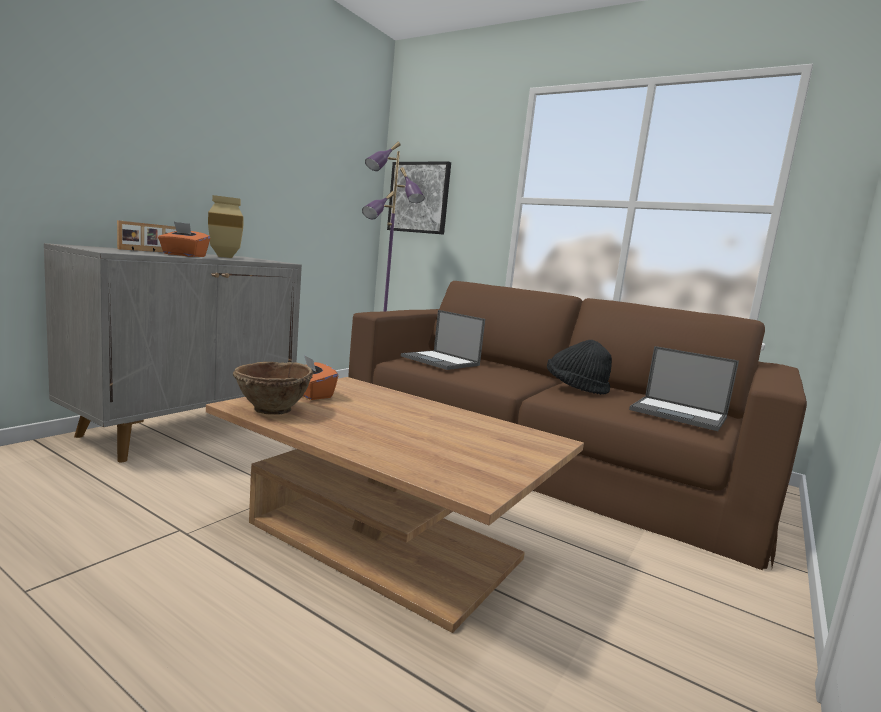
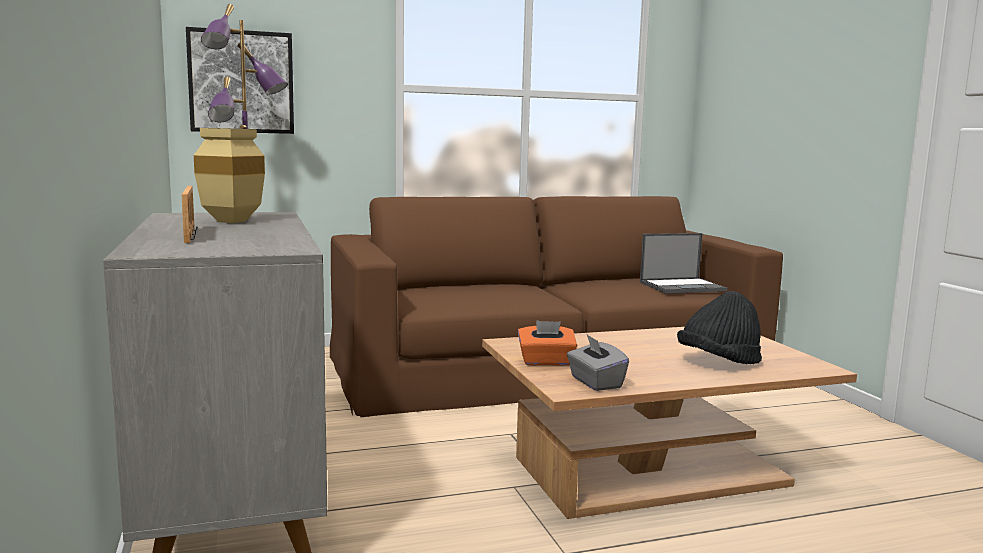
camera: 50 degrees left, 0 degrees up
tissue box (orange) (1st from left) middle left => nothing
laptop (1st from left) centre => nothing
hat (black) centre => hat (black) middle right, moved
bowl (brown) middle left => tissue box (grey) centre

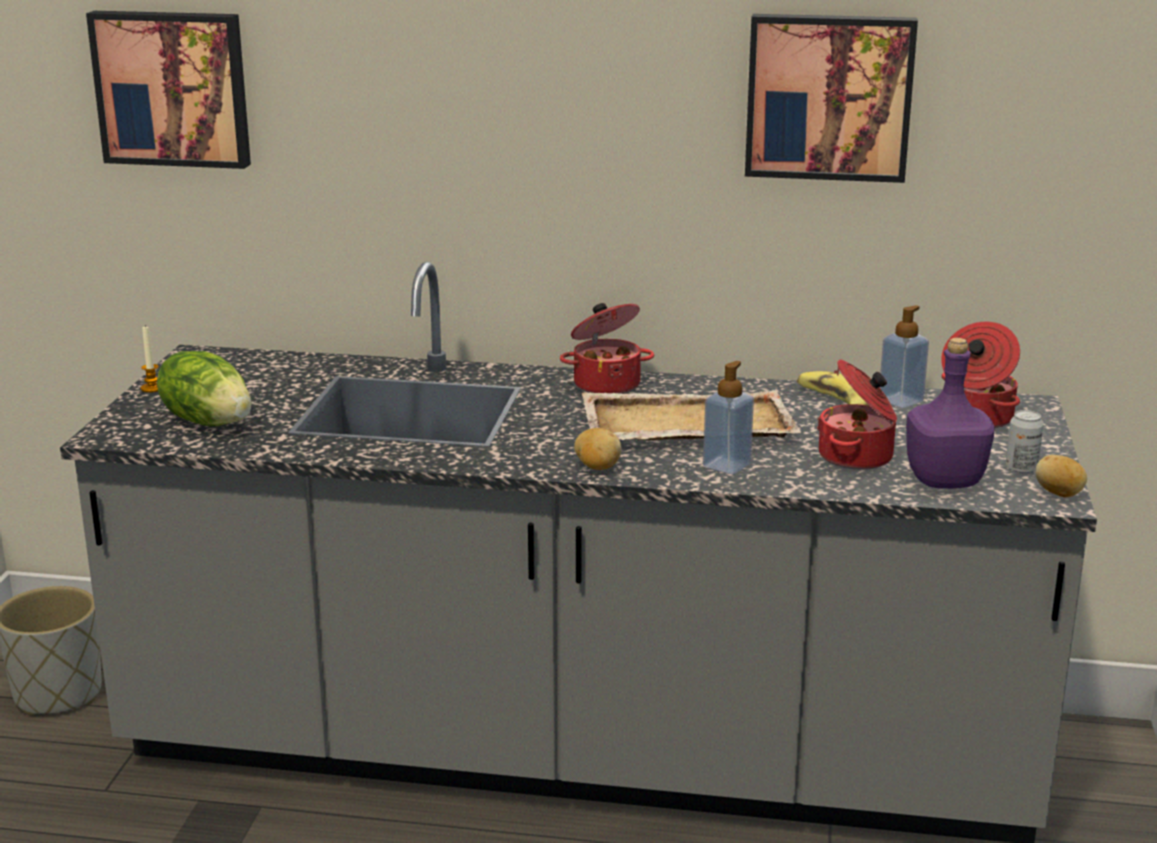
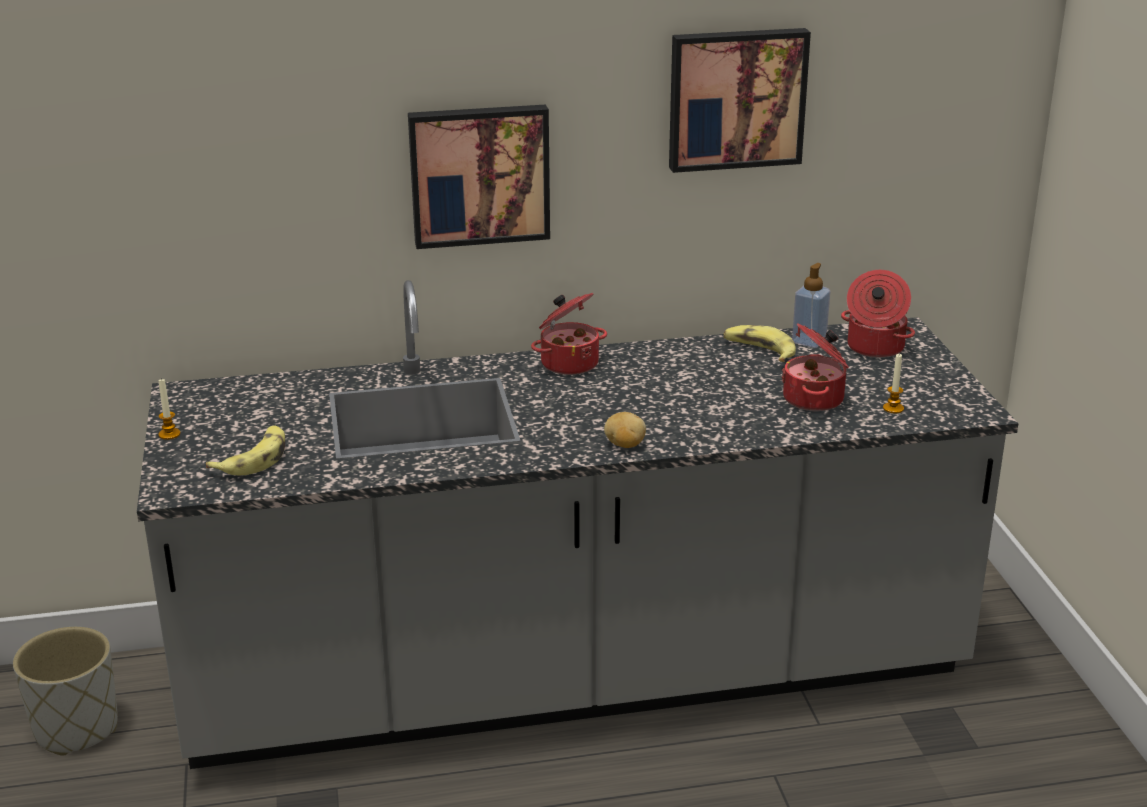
camera: 20 degrees left, 5 degrees up
tray (beige) centre => nothing
soap dispenser (1st from left) centre => nothing
can middle right => nothing
potato (2nd from left) middle right => nothing
picture (1st from left) top left => picture (1st from left) top centre, moved
lettuce middle left => banana (1st from left) middle left
bottle (purple) middle right => candle (2nd from left) middle right

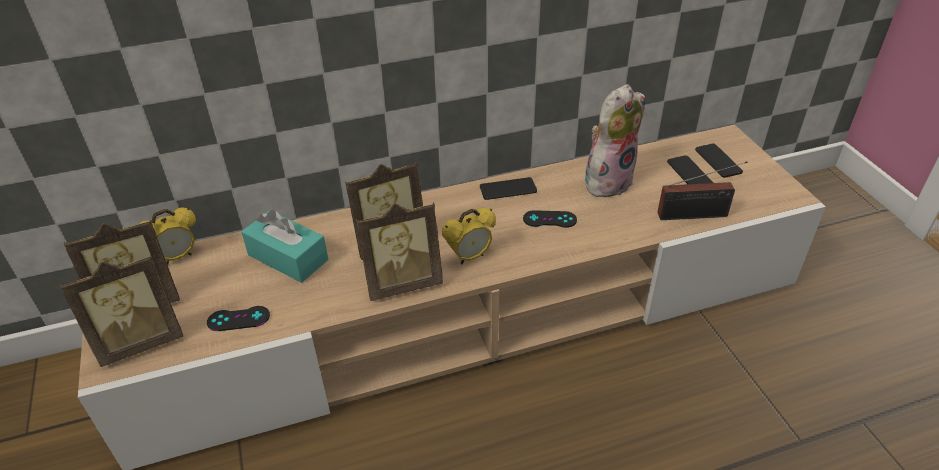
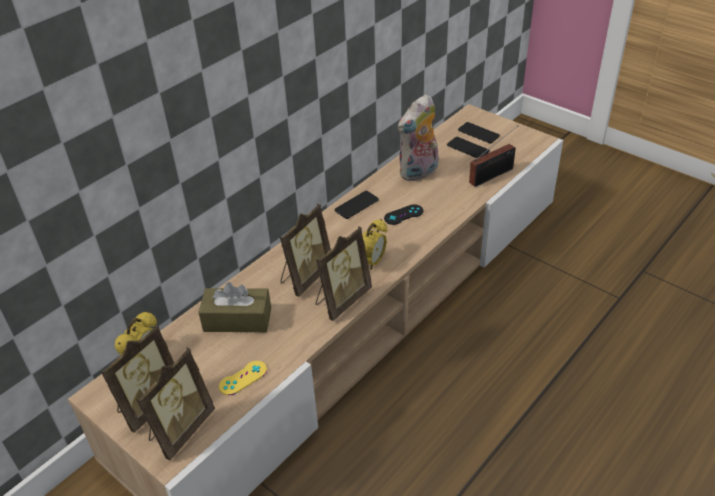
camera: 30 degrees left, 0 degrees up
game controller (black) (1st from left) bottom left => game controller (yellow) bottom centre
tissue box (turquoise) middle left => tissue box (brown) middle left
plush toy top centre, 150 degrees counterclockwise

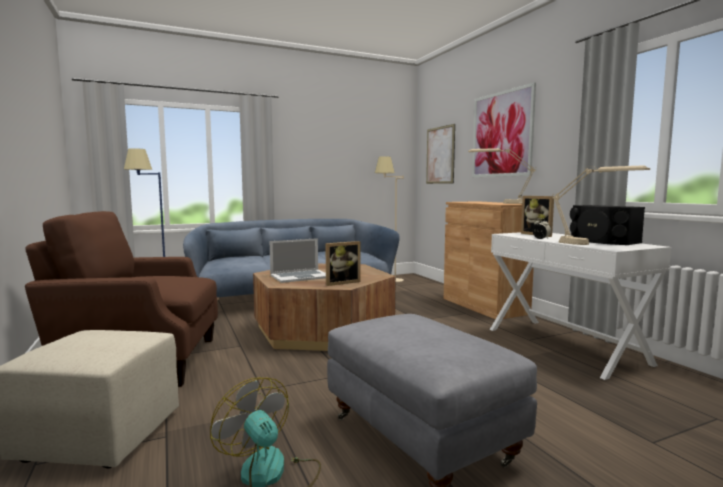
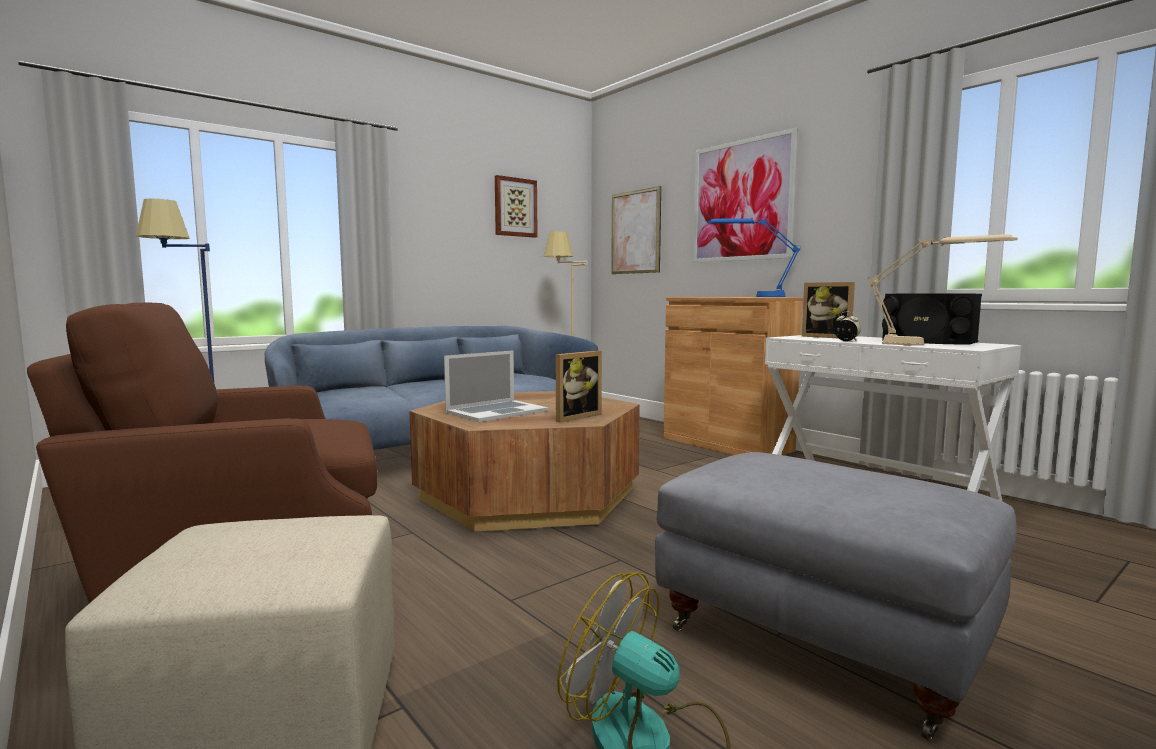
camera: 15 degrees left, 0 degrees up
nothing => picture (1st from left) top centre
table lamp (beige) (1st from left) middle right => table lamp (blue) centre

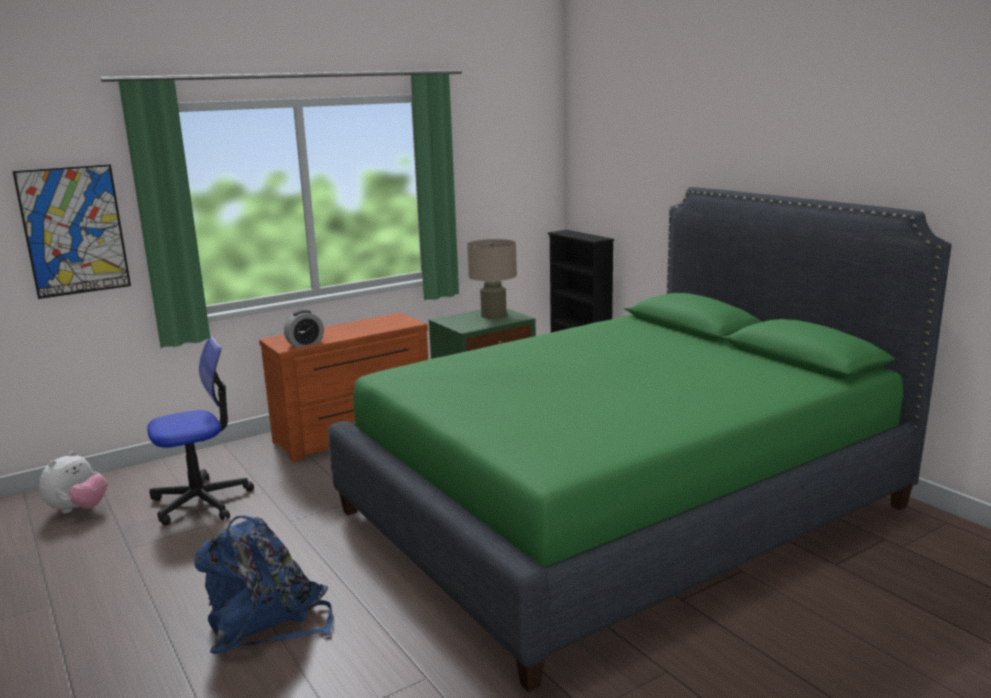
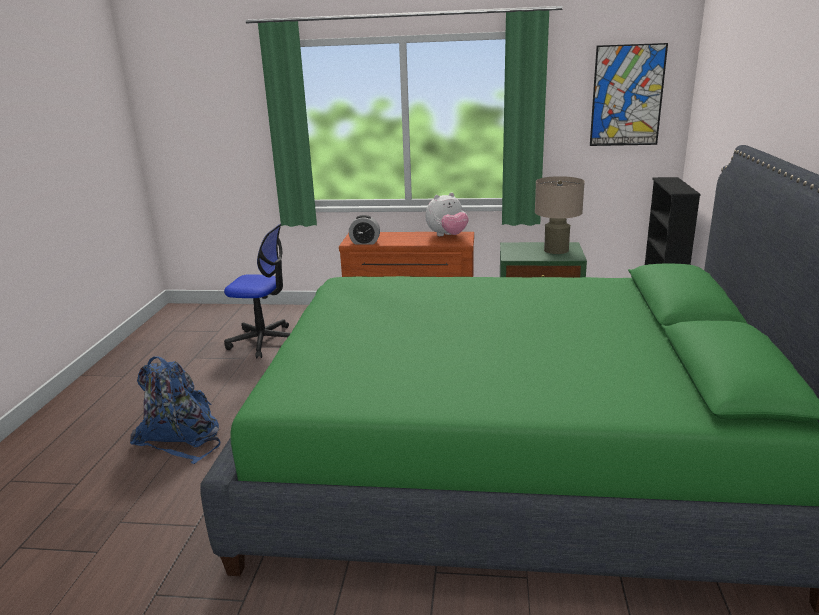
camera: 40 degrees right, 5 degrees up
picture top left => picture top right, moved
plush toy bottom left => plush toy centre, moved

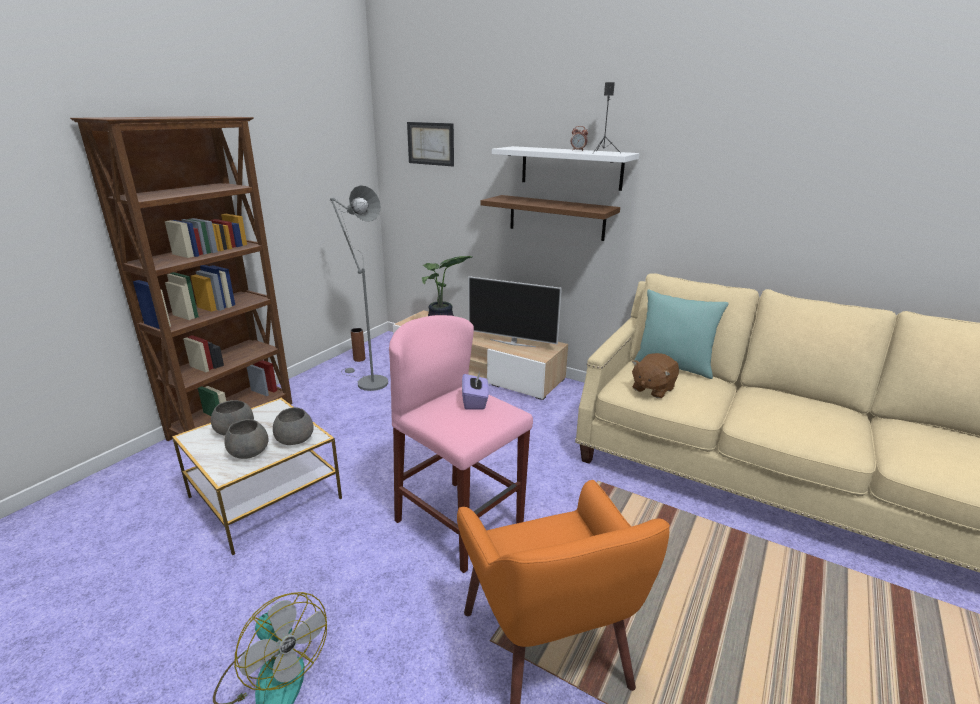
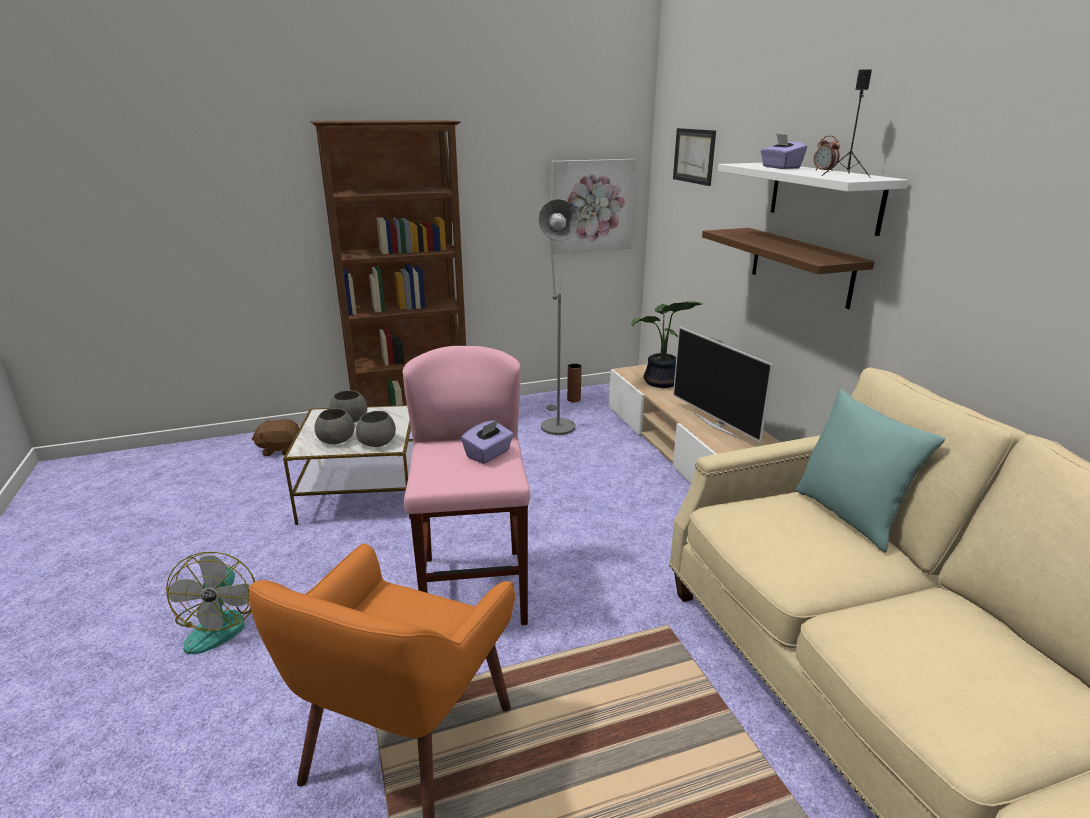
camera: 40 degrees right, 0 degrees up
nothing => picture (1st from left) top centre
nothing => tissue box (purple) (2nd from left) top right
plush toy (brown) middle right => plush toy (brown) middle left, moved

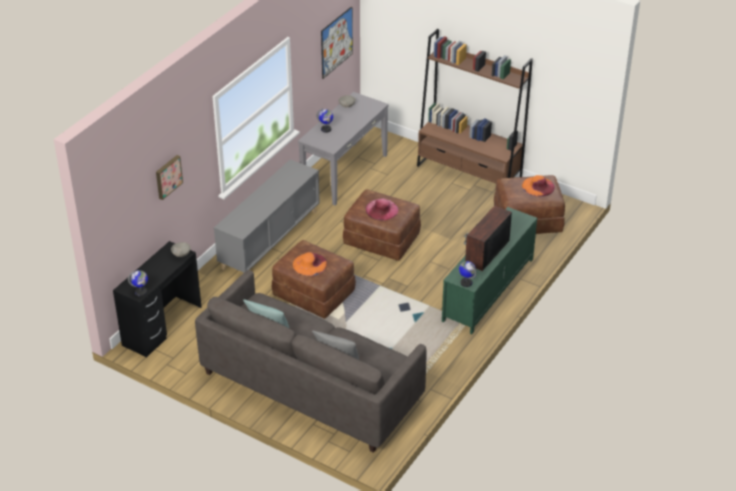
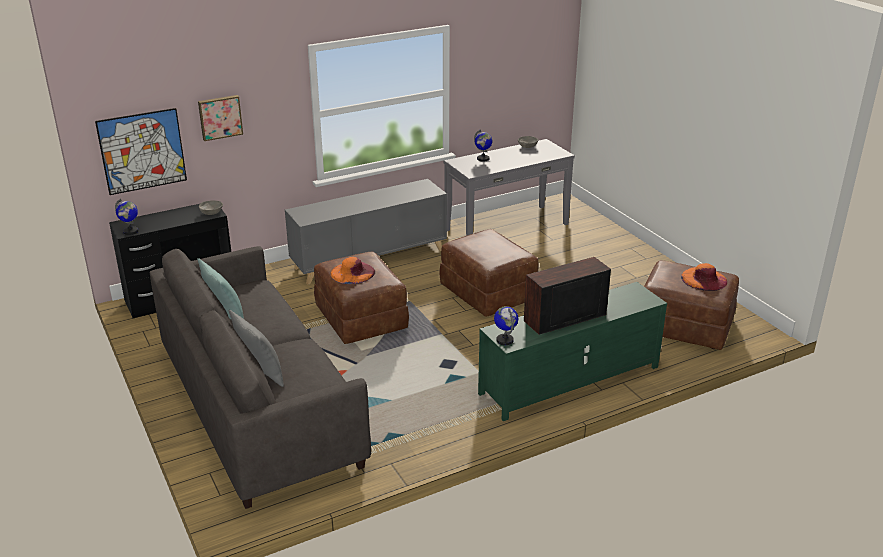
camera: 30 degrees right, 10 degrees down
hat (pink) centre => nothing
bookcase (brown) top centre => nothing
picture (2nd from left in the first image) top centre => picture (1st from left) top left, moved

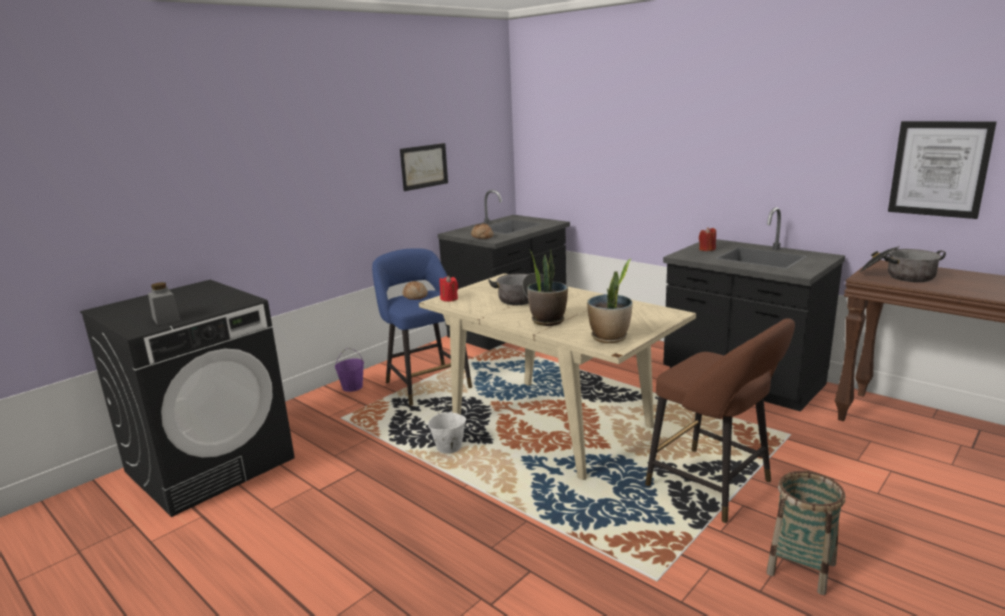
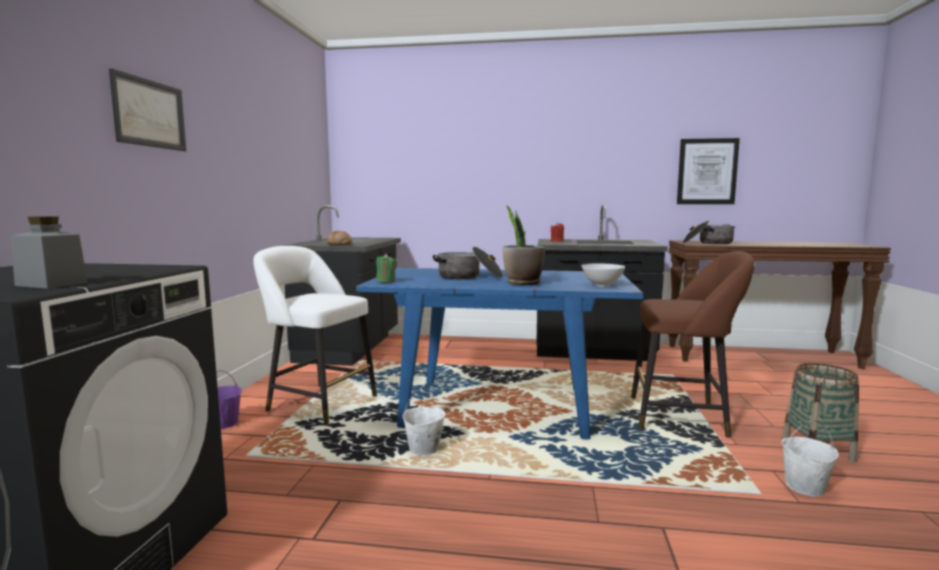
camera: 35 degrees left, 10 degrees down
bread (1st from left) centre => nothing
nothing => bucket (white) (2nd from left) bottom right
picture (1st from left) top centre => picture (1st from left) top left, moved
potted plant (2nd from left) centre => bowl (white) centre
stool (blue) centre => stool (white) centre
dining table (beige) centre => dining table (blue) centre
candle (red) (1st from left) centre => candle (green) centre

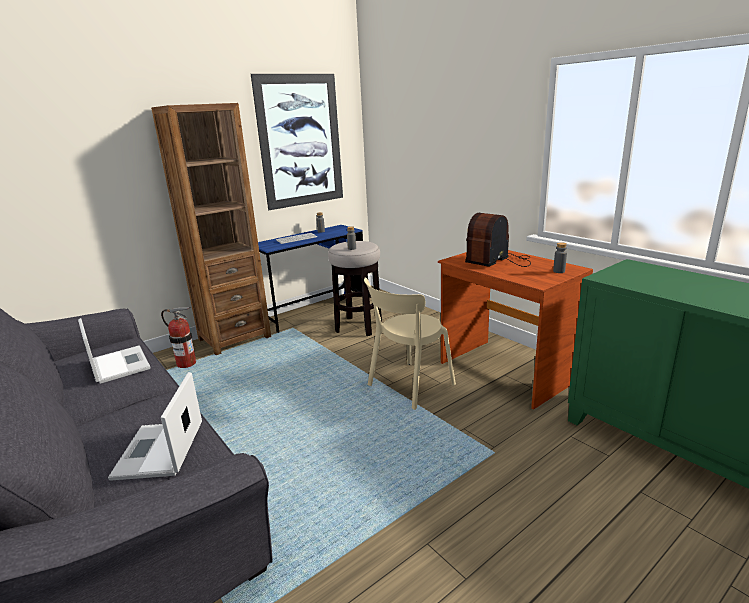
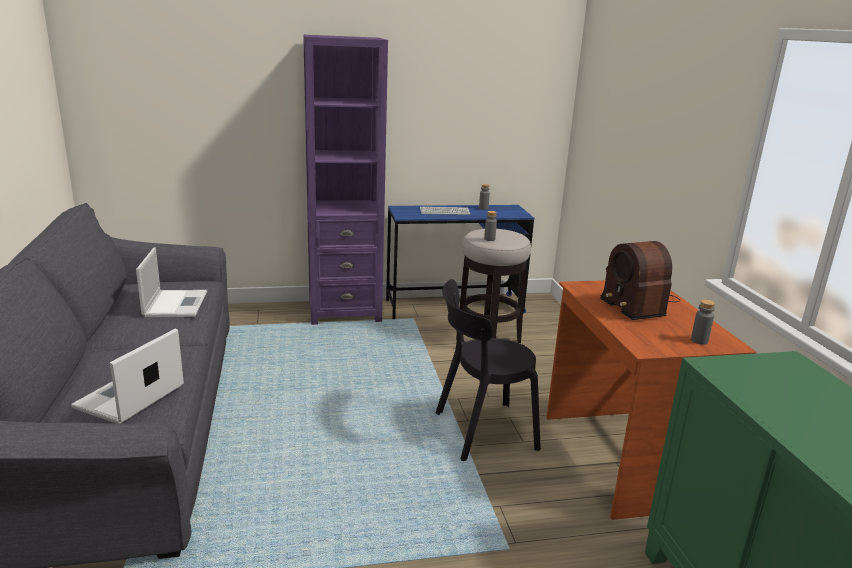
camera: 25 degrees right, 0 degrees up
fire extinguisher middle left => nothing
picture top centre => nothing
bookcase (brown) middle left => bookcase (purple) top centre
chair (beige) centre => chair (black) centre
radio centre => radio middle right, 90 degrees counterclockwise

